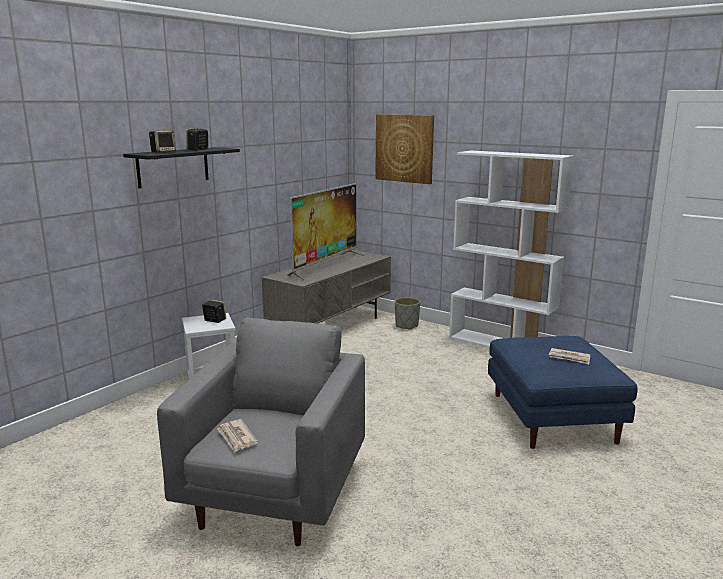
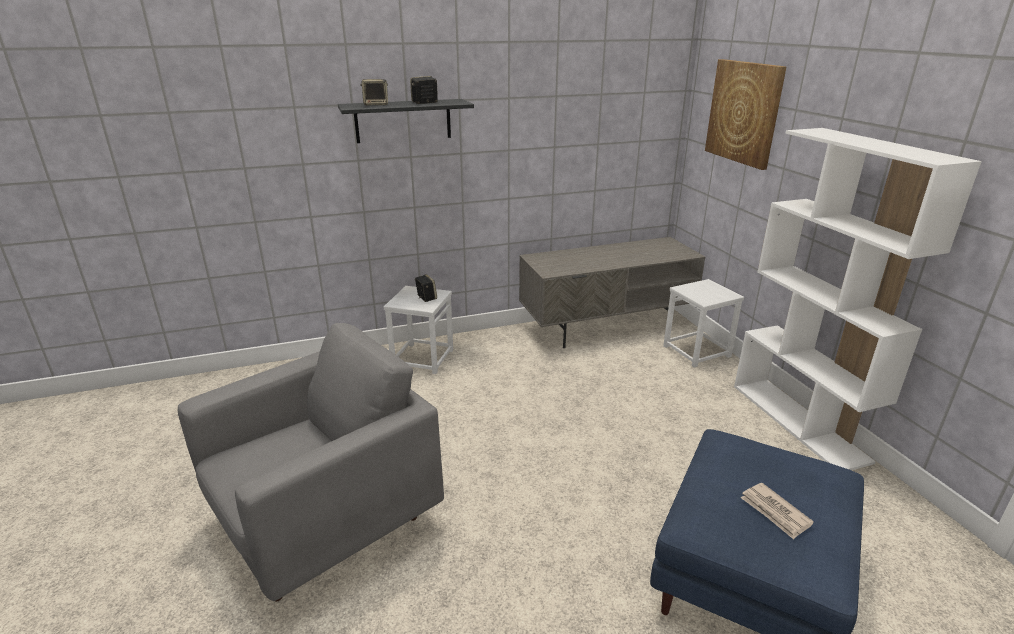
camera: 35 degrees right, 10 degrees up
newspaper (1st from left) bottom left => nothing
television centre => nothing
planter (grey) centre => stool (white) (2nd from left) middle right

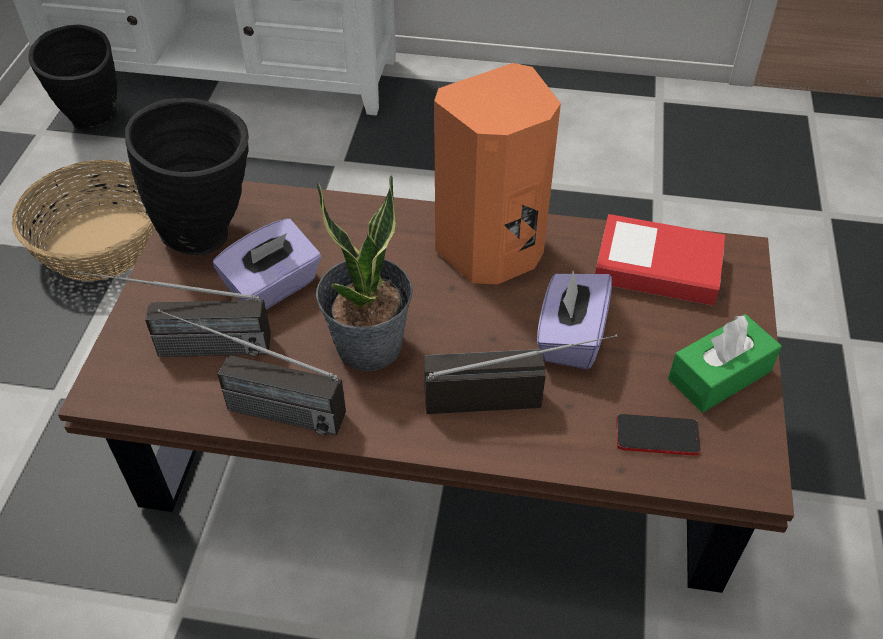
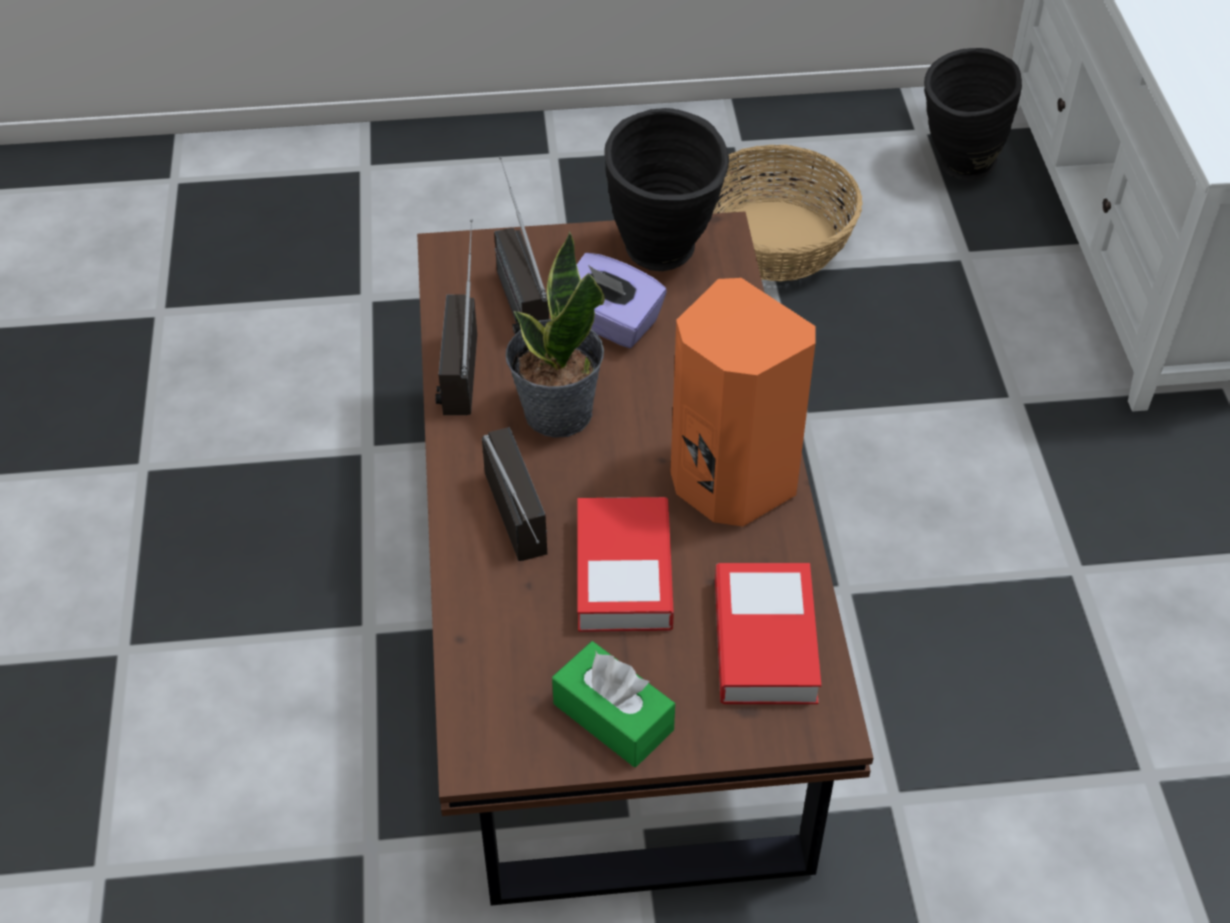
camera: 75 degrees right, 0 degrees up
phone bottom right => nothing
tissue box (purple) (2nd from left) centre => book (1st from left) centre

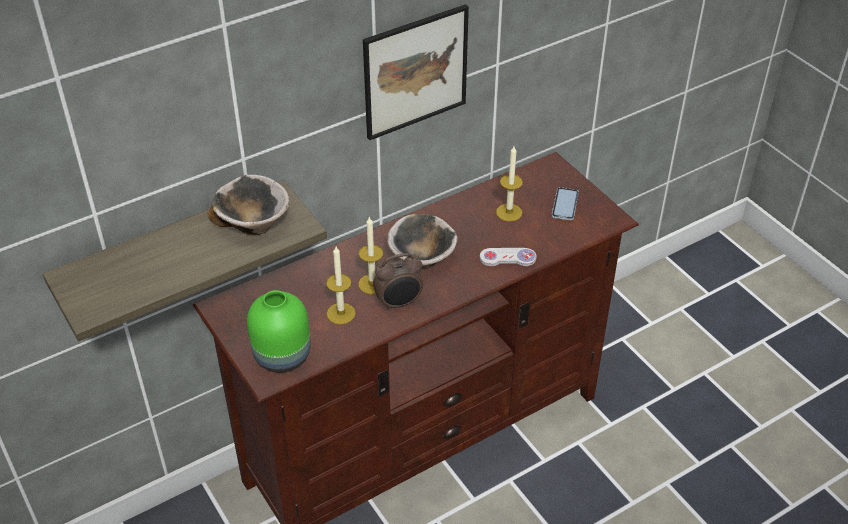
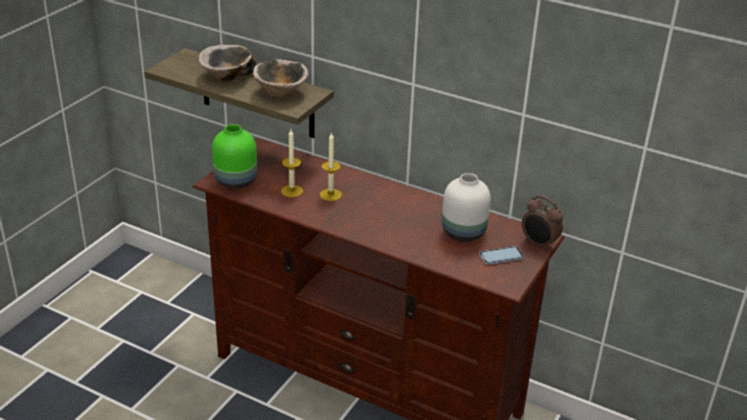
camera: 60 degrees right, 10 degrees down
picture top centre => nothing
game controller (white) centre => nothing
alarm clock centre => alarm clock middle right, moved
bowl (2nd from left in the first image) centre => bowl (1st from left) top left, moved
candle (3rd from left) centre => vase (white) centre

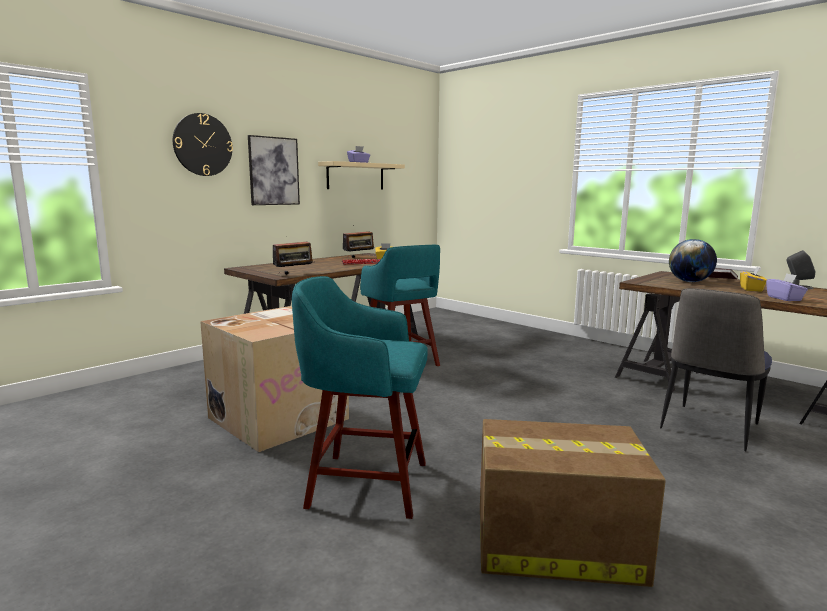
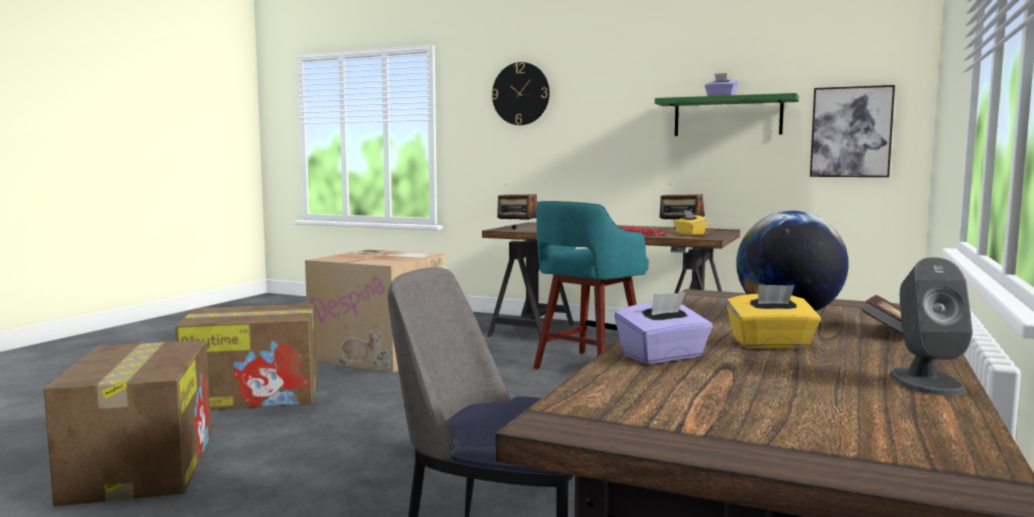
camera: 70 degrees right, 5 degrees down
picture top left => picture top right, moved
stool (turquoise) (1st from left) centre => cardboard box (2nd from left) bottom left
shelf (beige) top centre => shelf (green) top right

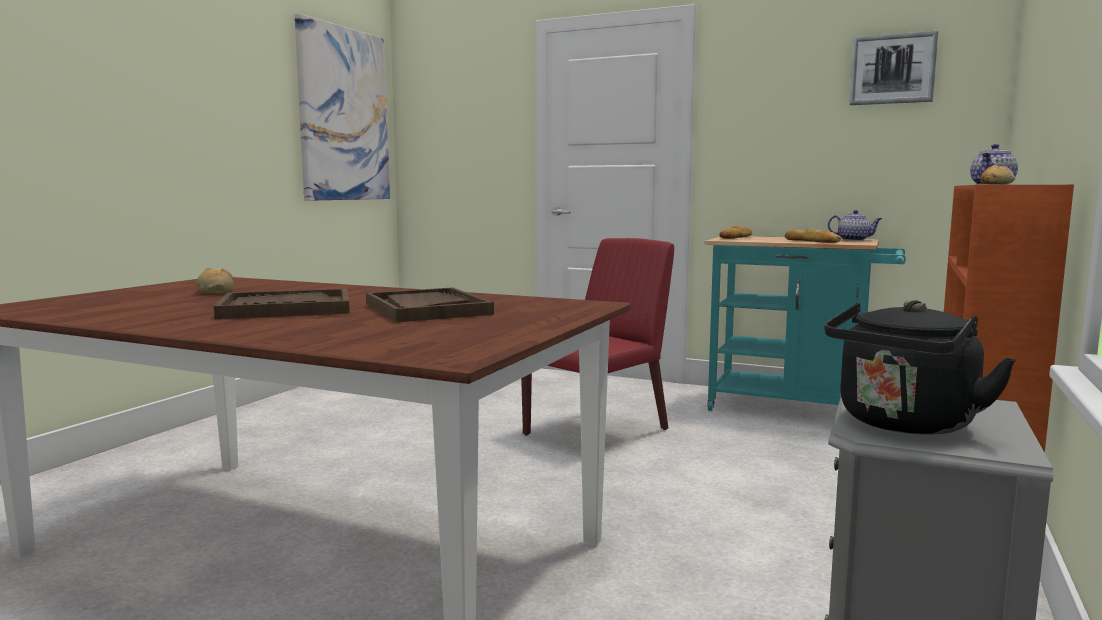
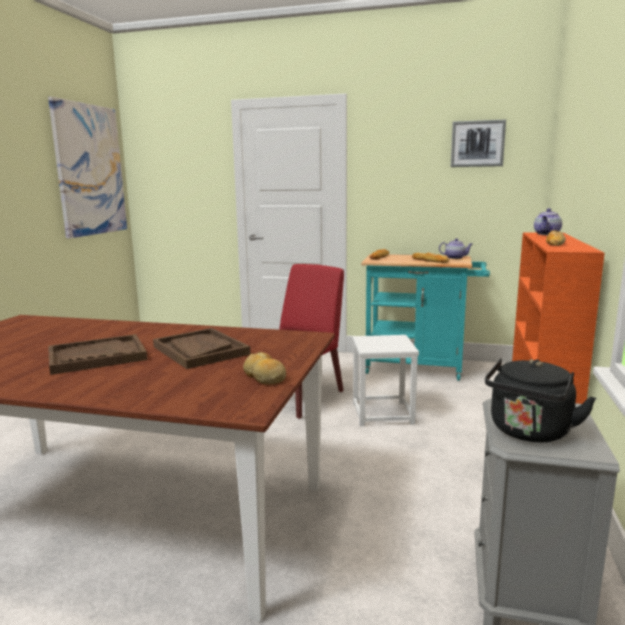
camera: 10 degrees left, 5 degrees up
nothing => stool (white) centre
bread (1st from left) middle left => bread (1st from left) centre, moved

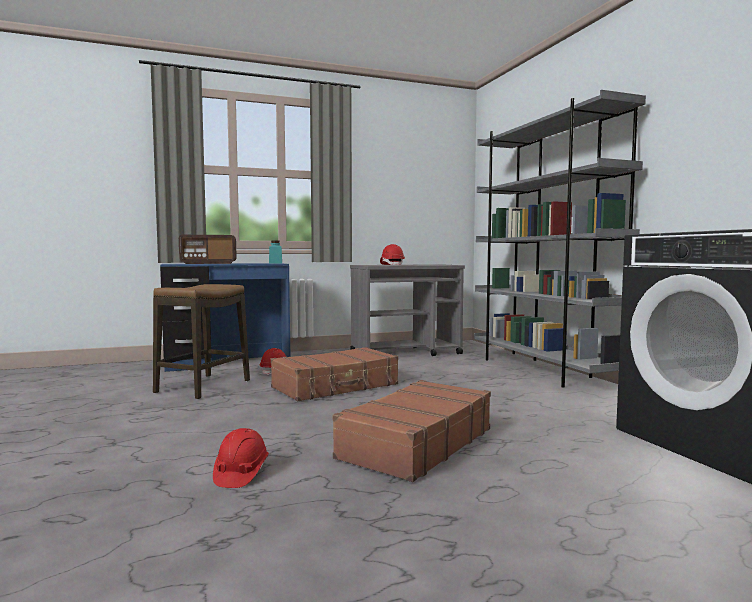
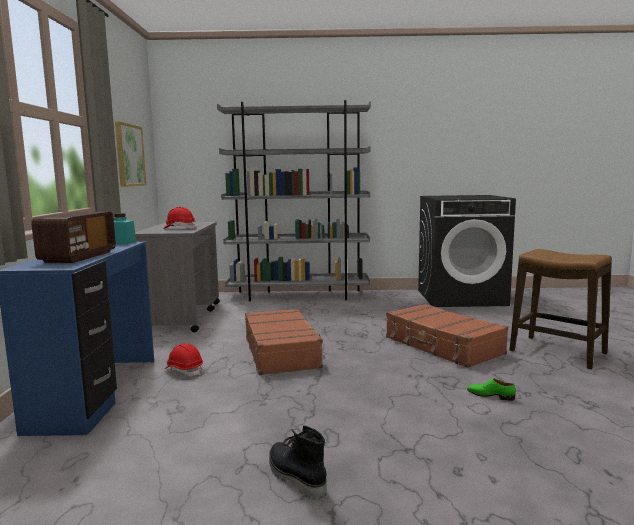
camera: 70 degrees left, 5 degrees up
nothing => picture top left
nothing => boot (black) bottom centre
stool middle left => stool middle right, moved
hard hat (red) (1st from left) bottom left => shoe (green) bottom right

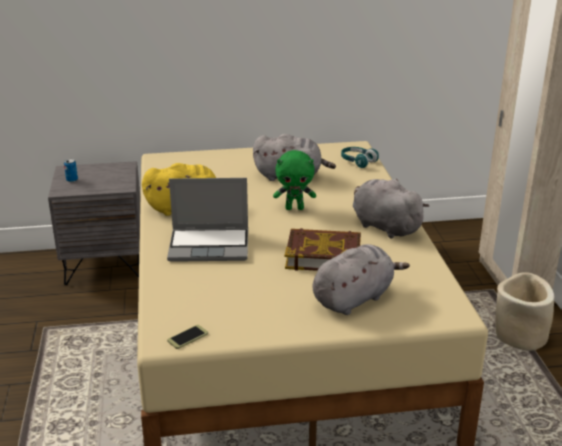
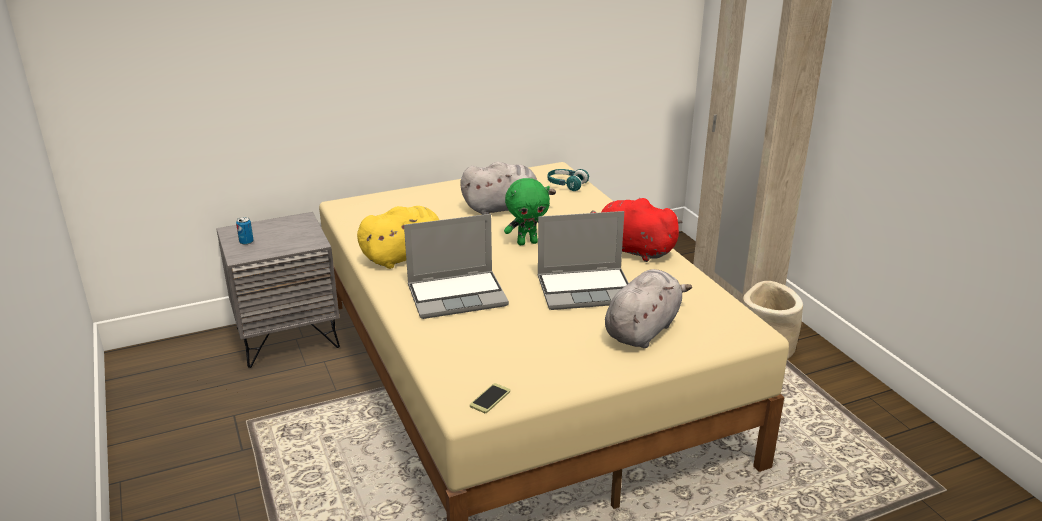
camera: 15 degrees left, 0 degrees up
book centre => laptop (2nd from left) centre
plush toy (grey) (3rd from left) middle right => plush toy (red) centre

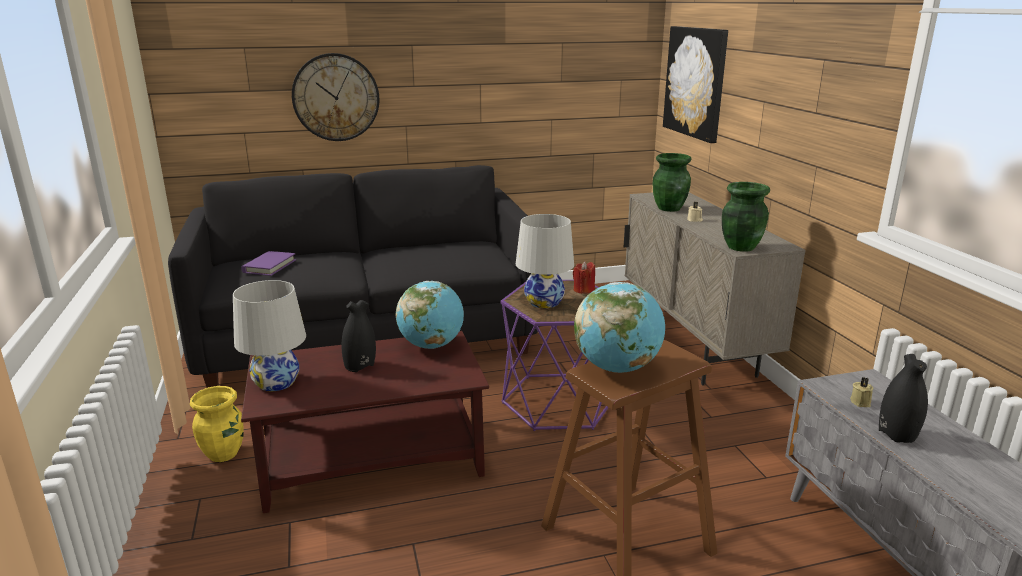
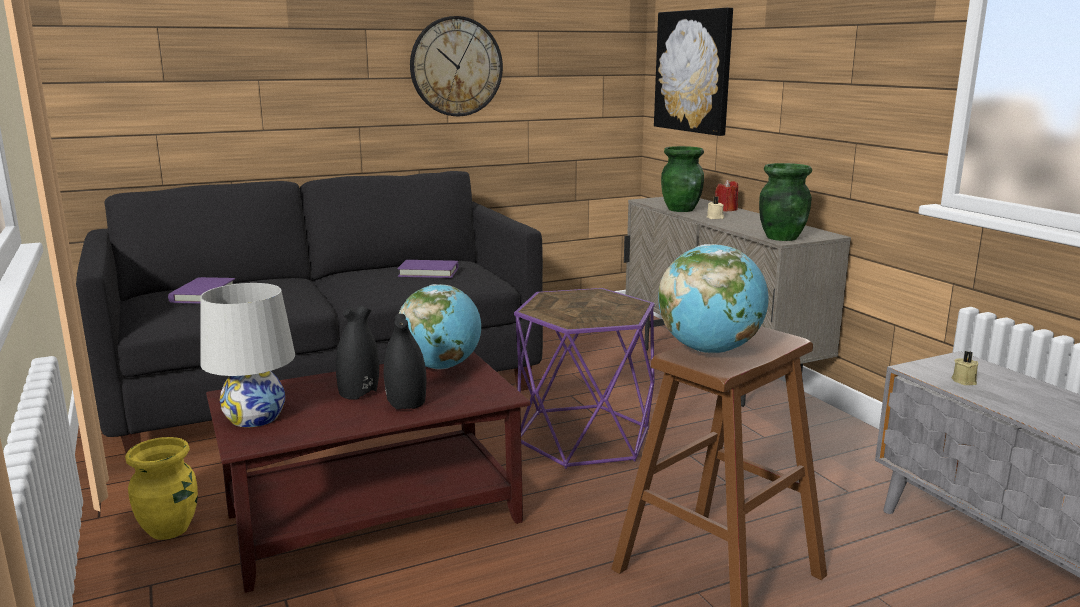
camera: 10 degrees left, 5 degrees down
table lamp (white) (2nd from left) centre => nothing
nothing => book (purple) (2nd from left) centre
wall clock top left => wall clock top centre, moved
candle (red) centre => candle (red) top right, moved
vase (black) (2nd from left) bottom right => vase (black) (2nd from left) centre, moved

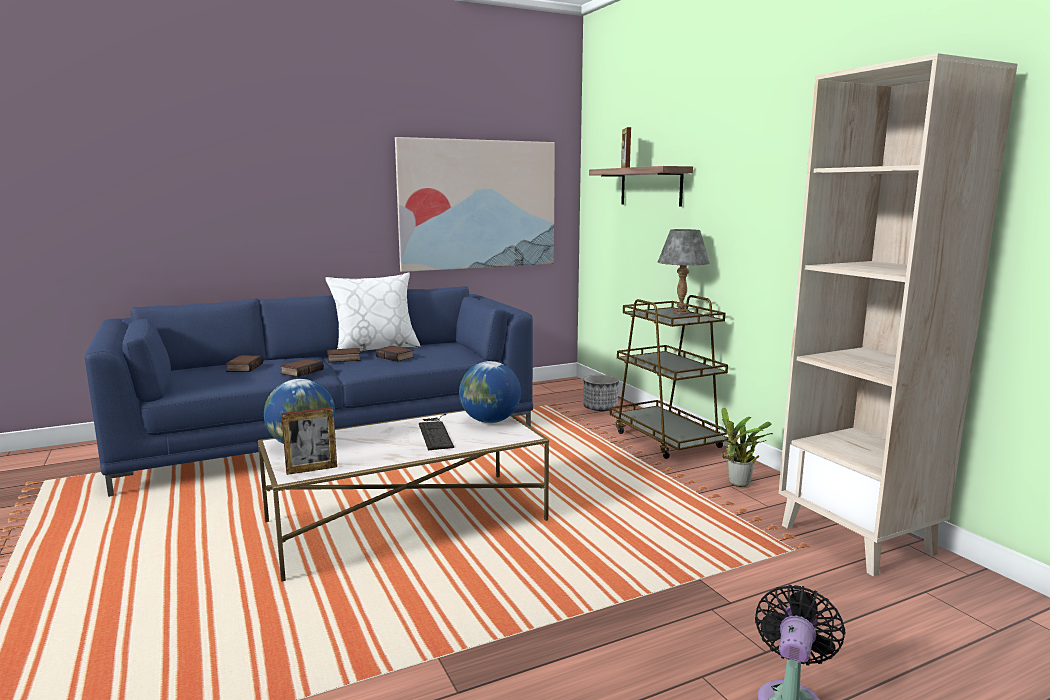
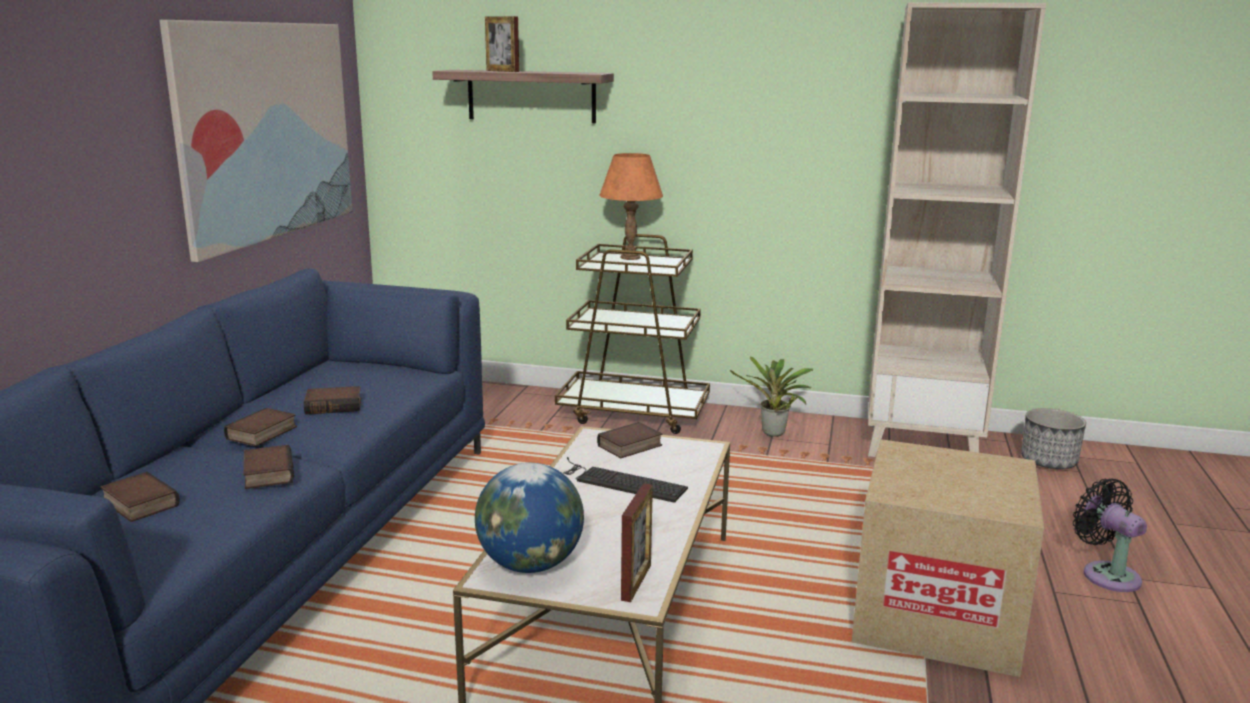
camera: 50 degrees left, 5 degrees up
pillow (white) centre => nothing
nothing => cardboard box bottom right
planter centre => planter middle right, moved
globe (2nd from left) centre => book (5th from left) centre
table lamp (grey) centre => table lamp (orange) top centre

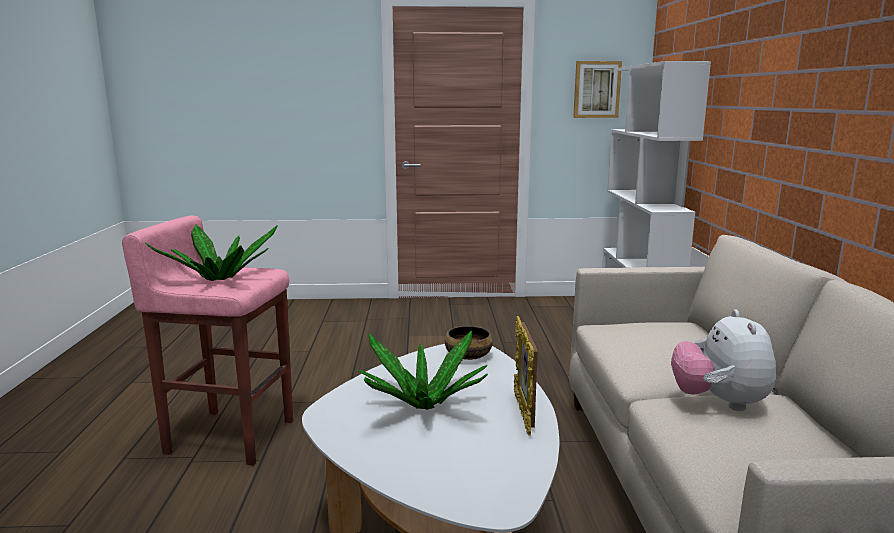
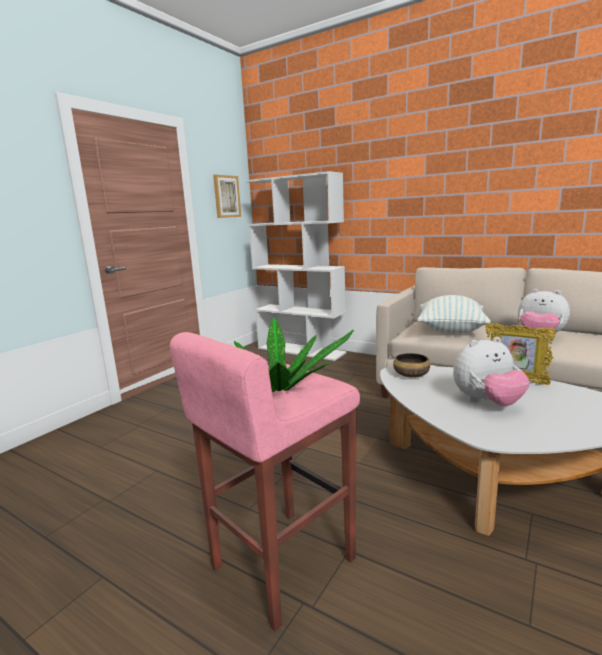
camera: 55 degrees left, 0 degrees up
nothing => pillow middle right
potted plant (2nd from left) bottom centre => plush toy (1st from left) middle right

